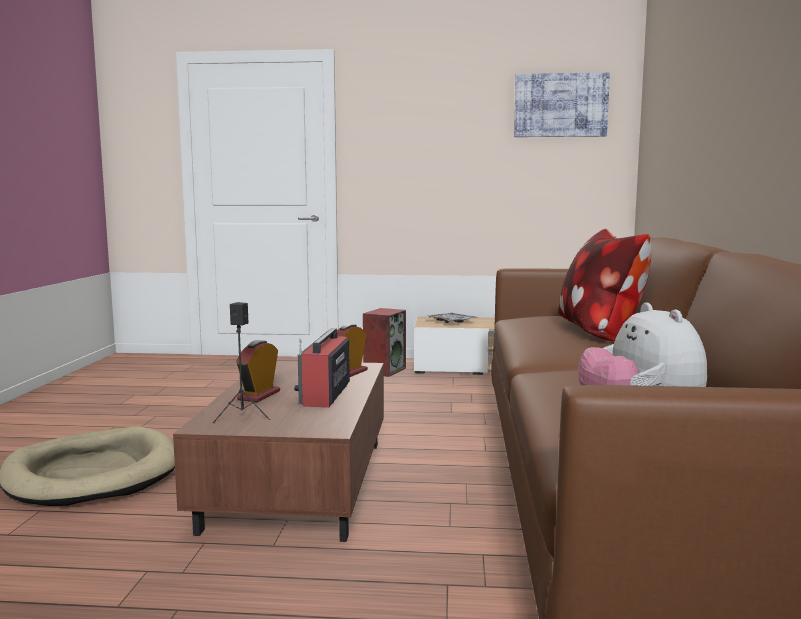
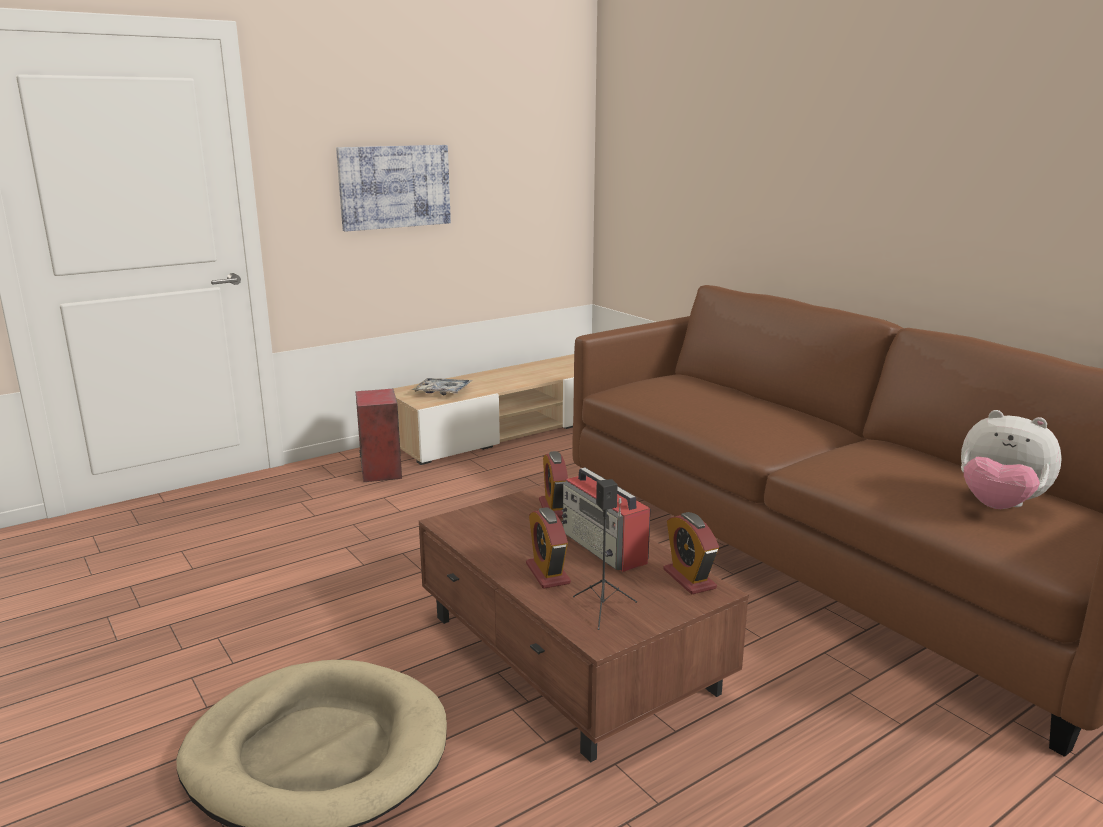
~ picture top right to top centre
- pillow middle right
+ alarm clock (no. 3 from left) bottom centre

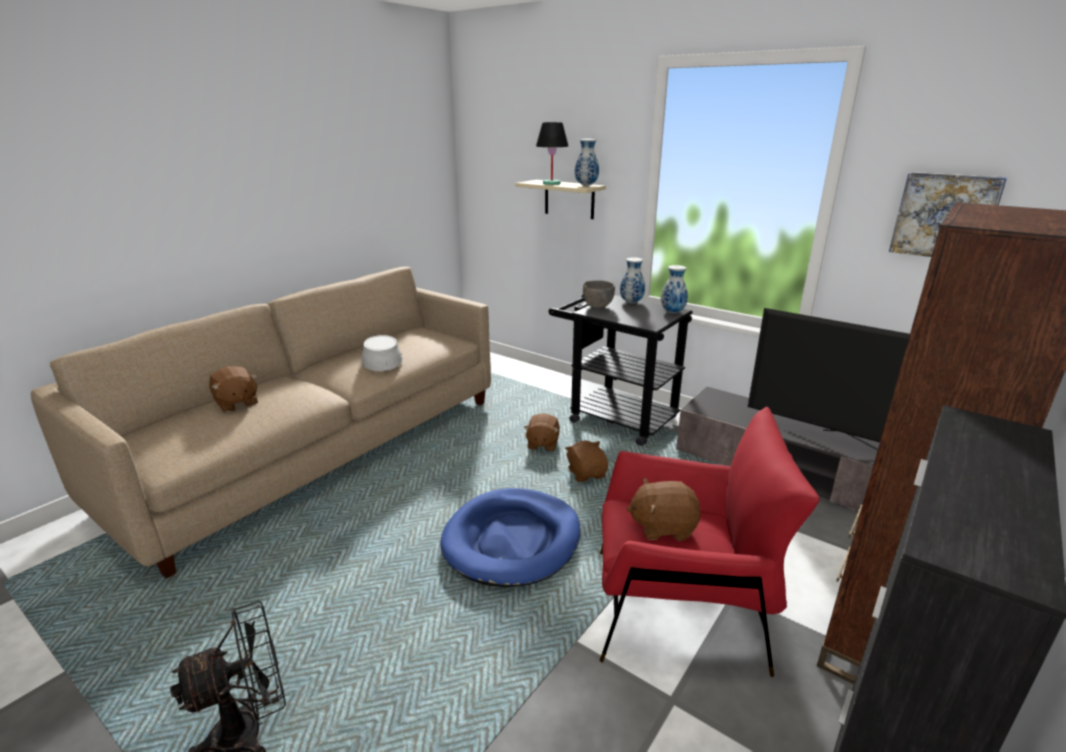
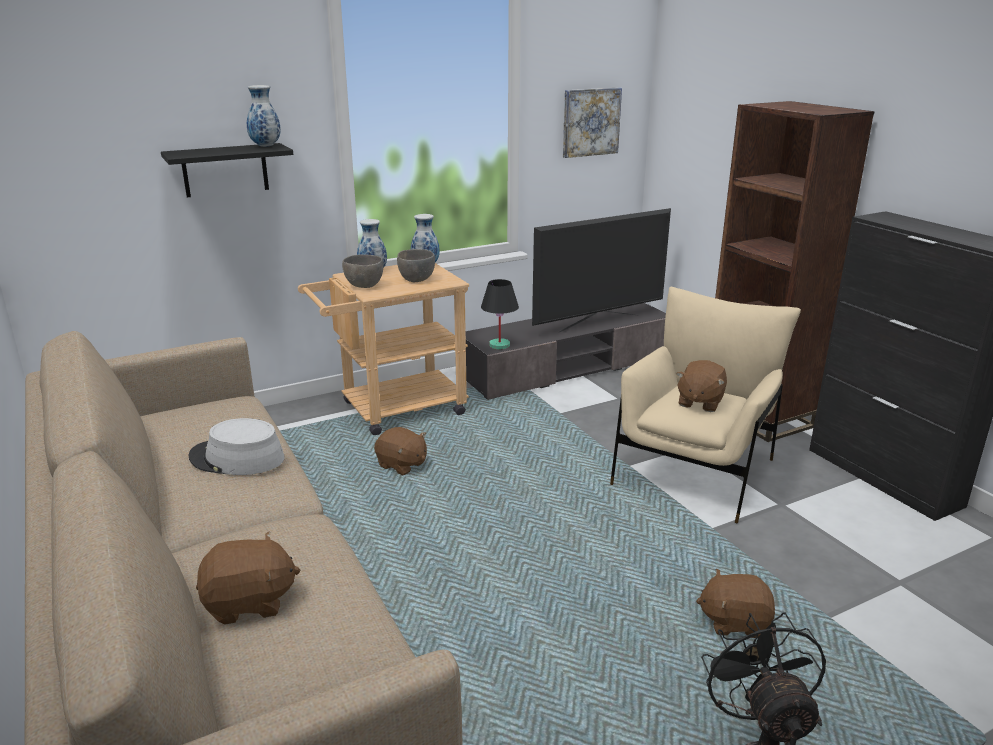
- blue-coloured dog cushion bottom centre
~ sand-coloured wall shelf top centre to black wall shelf top left
~ black tabletop lamp top centre to centre
~ black cart centre to sand-coloured cart centre
~ brown plush toy (no. 3 from left in the first image) centre to brown plush toy (no. 4 from left) bottom right
~ red-coloured lounge chair bottom centre to sand-coloured lounge chair middle right
+ grey bowl (no. 2 from left) centre

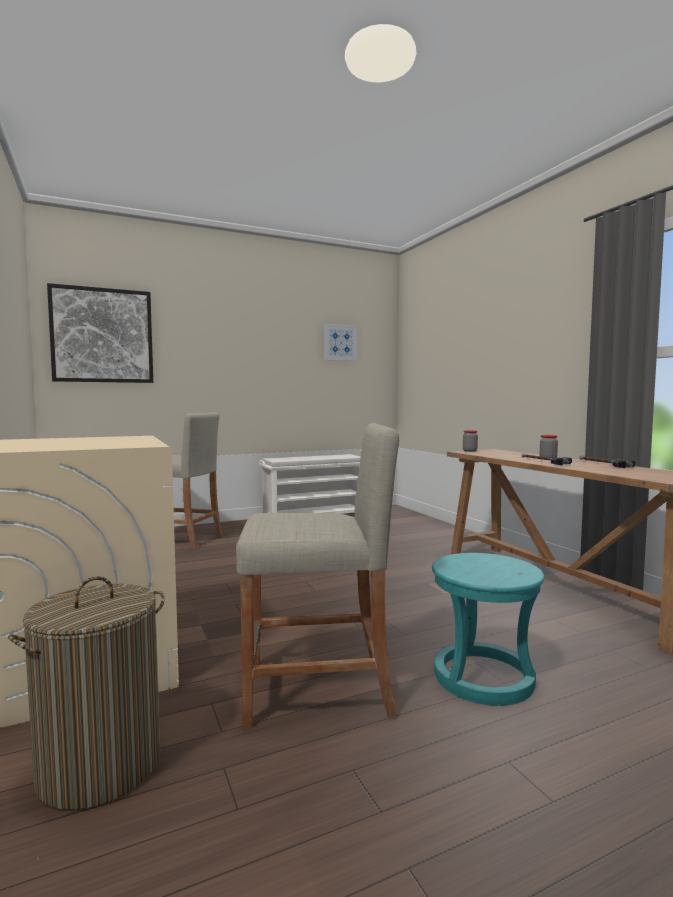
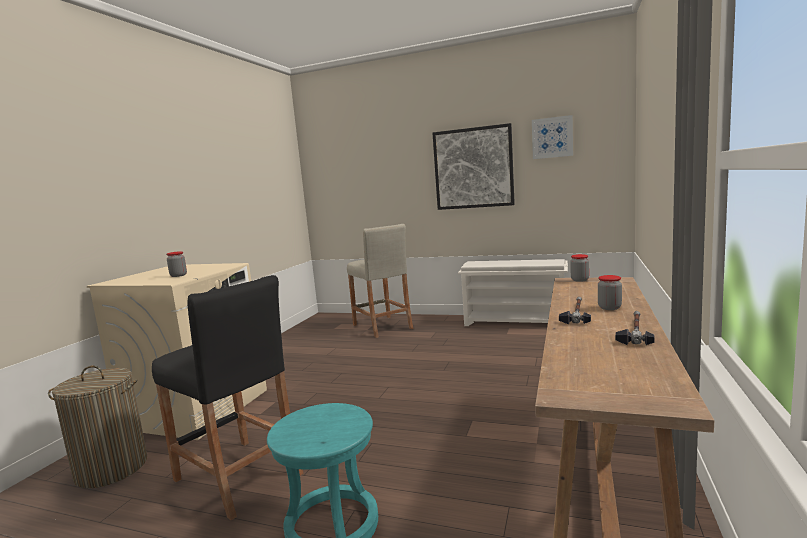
~ picture (no. 1 from left) middle left to top centre
~ sand-coloured stool seat (no. 2 from left) centre to black stool seat bottom left
+ jar (no. 1 from left) middle left

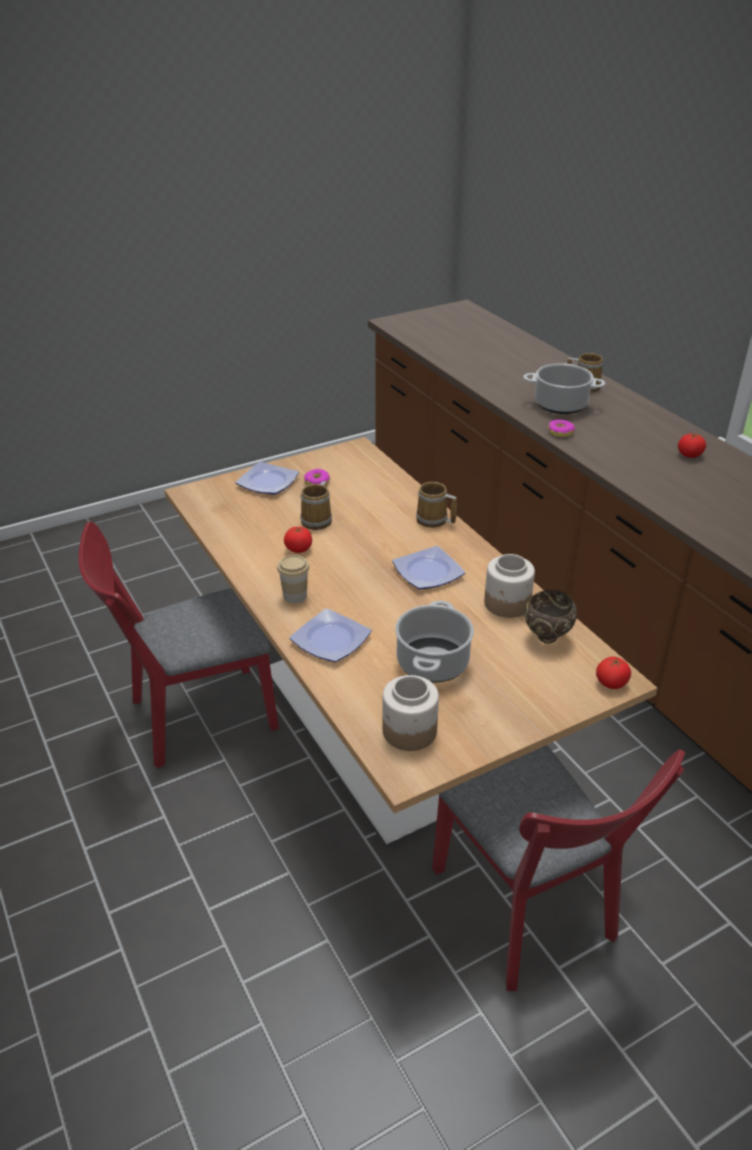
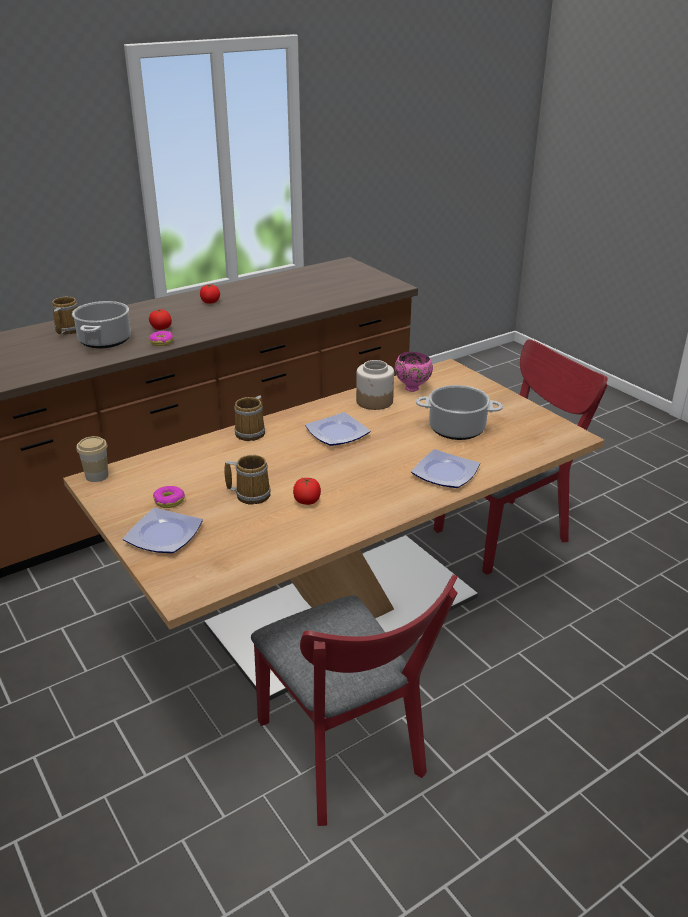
~ cup centre to middle left
- jar (no. 1 from left) centre
~ brown bowl middle right to pink-coloured bowl centre
~ whole tomato (no. 2 from left in the first image) middle right to whole tomato (no. 1 from left) middle left

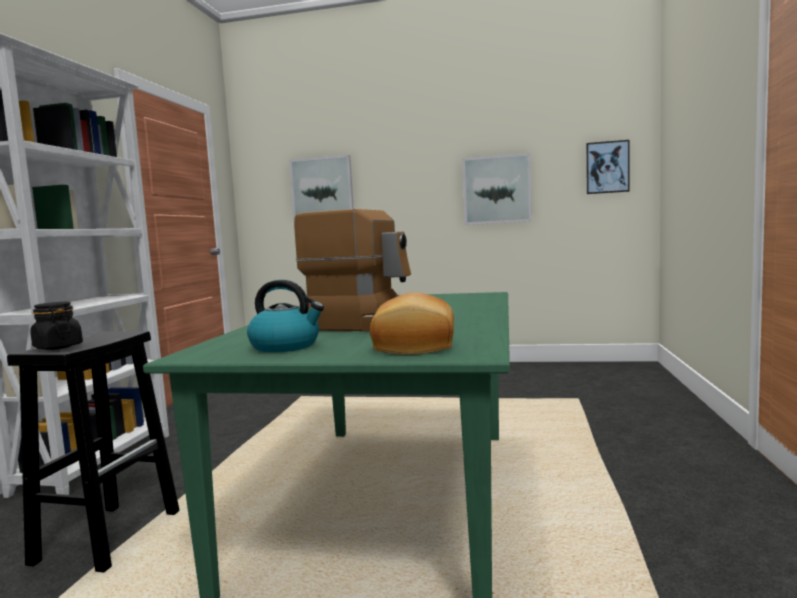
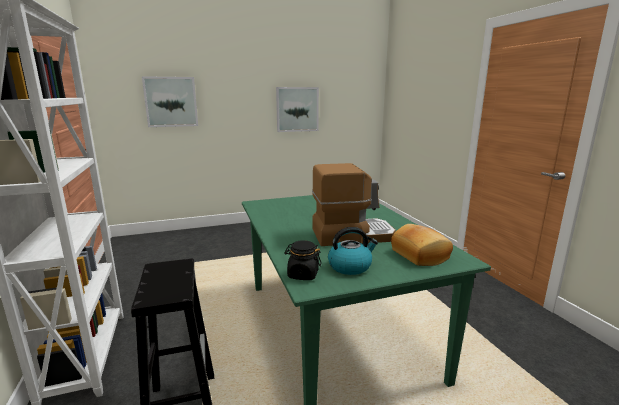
~ black jar middle left to centre
- picture (no. 3 from left) top right

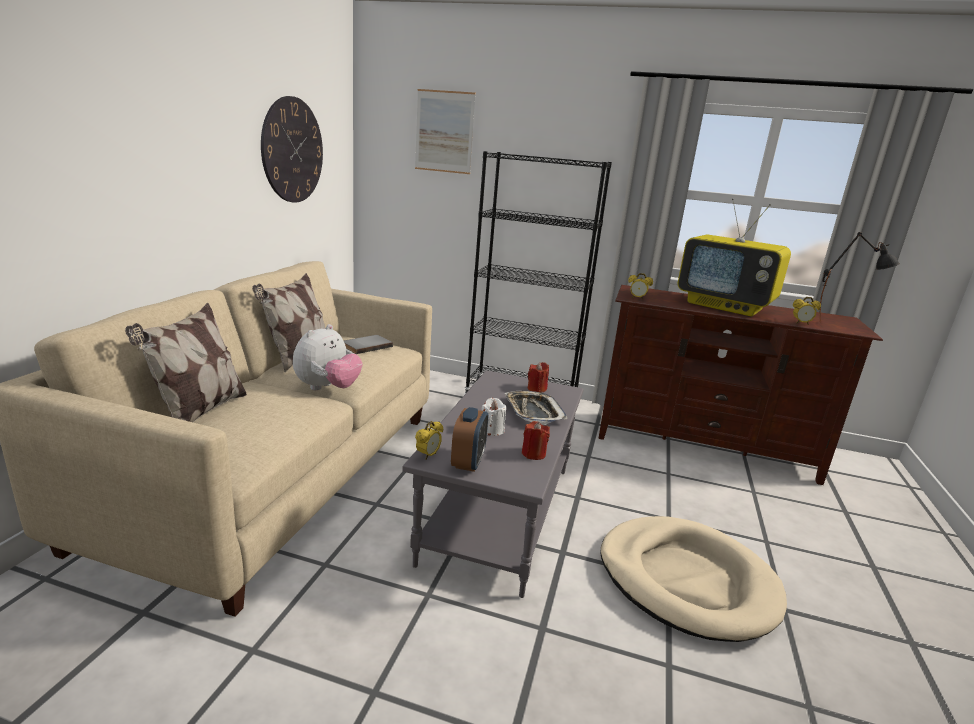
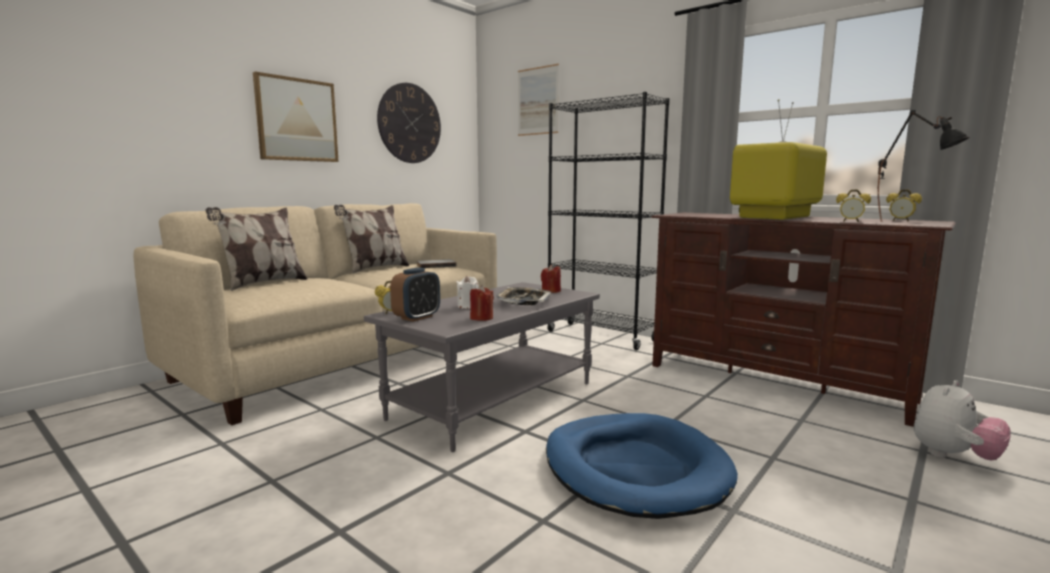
~ plush toy centre to bottom right
~ sand-coloured dog cushion bottom right to blue-coloured dog cushion bottom centre
~ alarm clock (no. 3 from left in the first image) centre to alarm clock (no. 4 from left) middle right
~ television middle right = top right 75 degrees clockwise
+ picture (no. 1 from left) top left

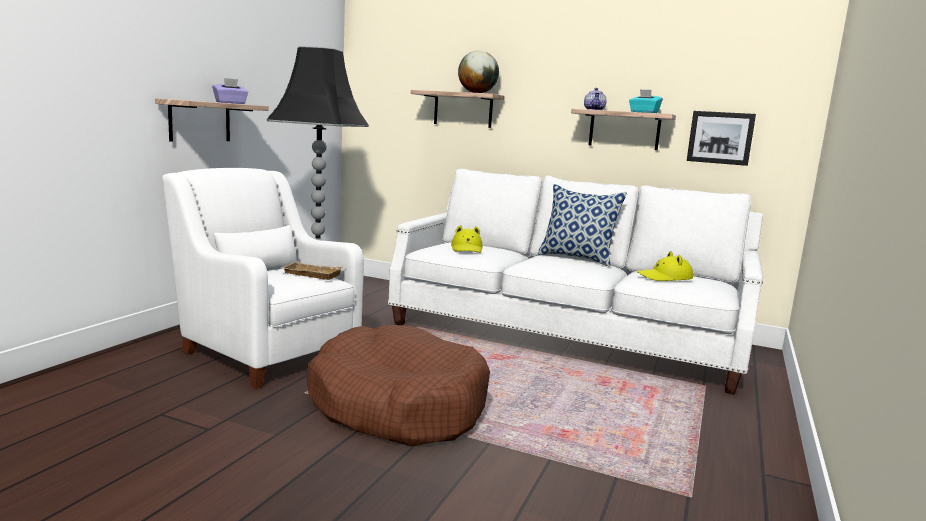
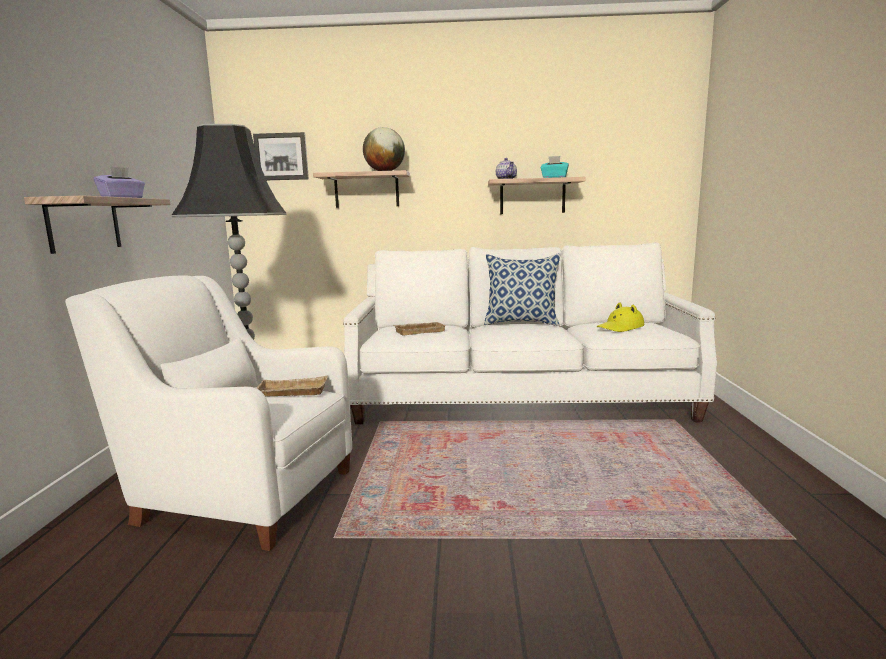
- brown dog cushion bottom centre
~ yellowish clothing hat (no. 1 from left) centre to sand-coloured serving tray (no. 2 from left) centre
~ picture top right to top left

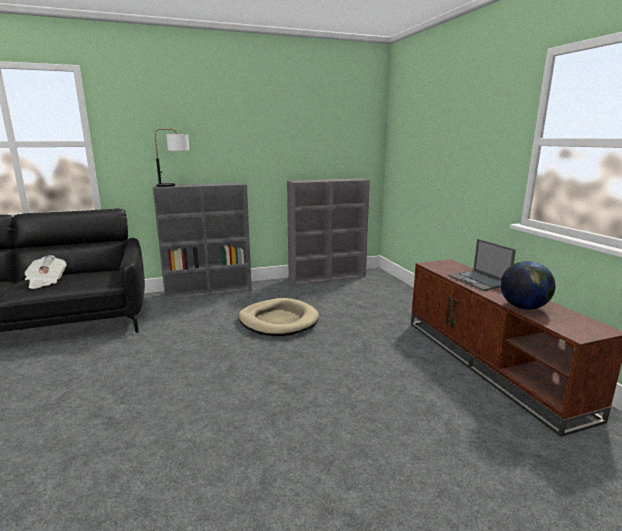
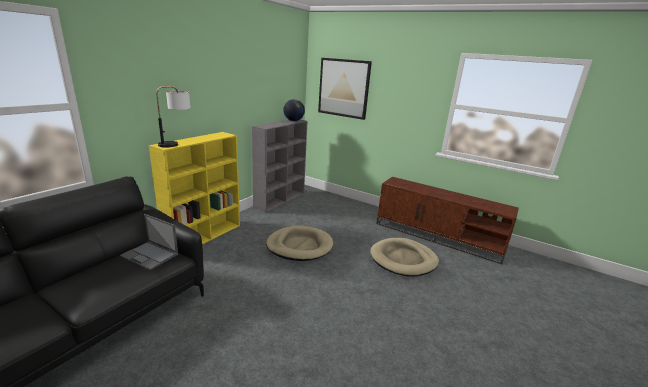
- daily paper middle left
~ grey shelving unit (no. 1 from left) middle left to yellowish shelving unit middle left
~ laptop middle right to middle left
~ globe middle right to top centre
+ picture top centre
+ sand-coloured dog cushion (no. 2 from left) centre

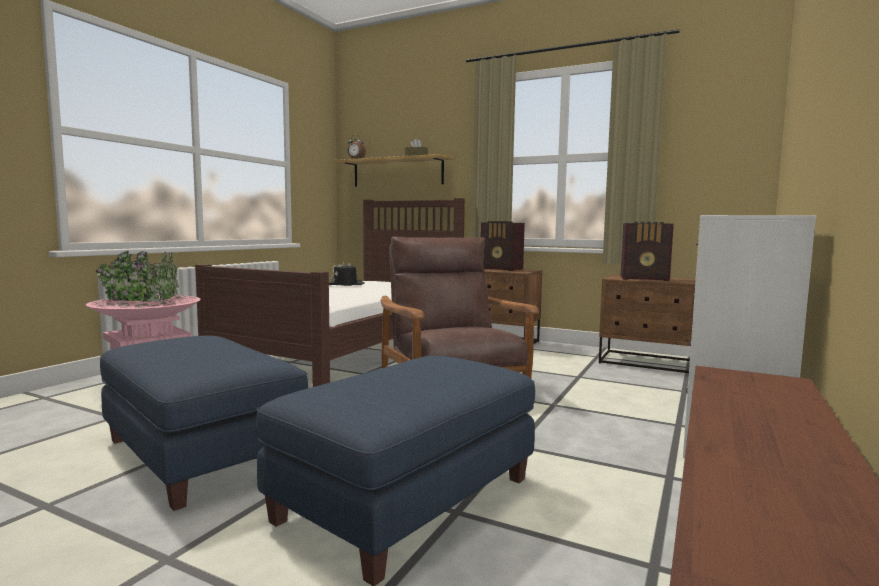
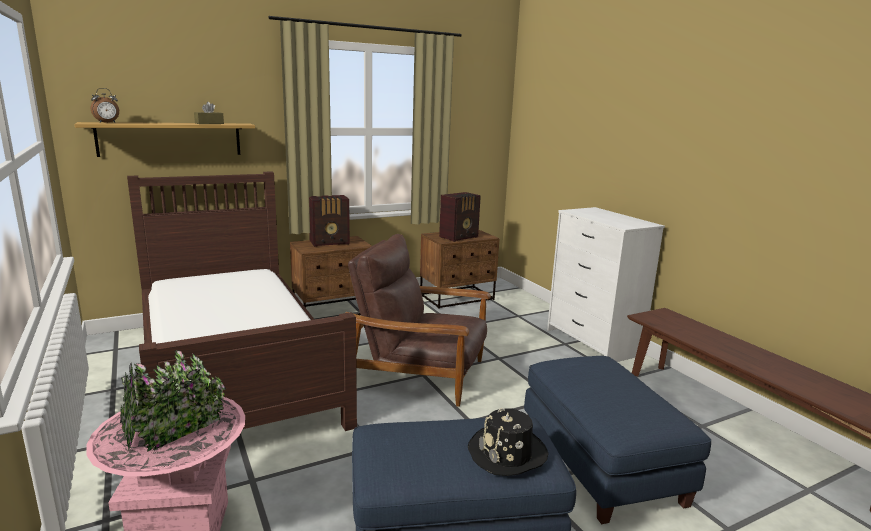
~ black clothing hat centre to bottom centre

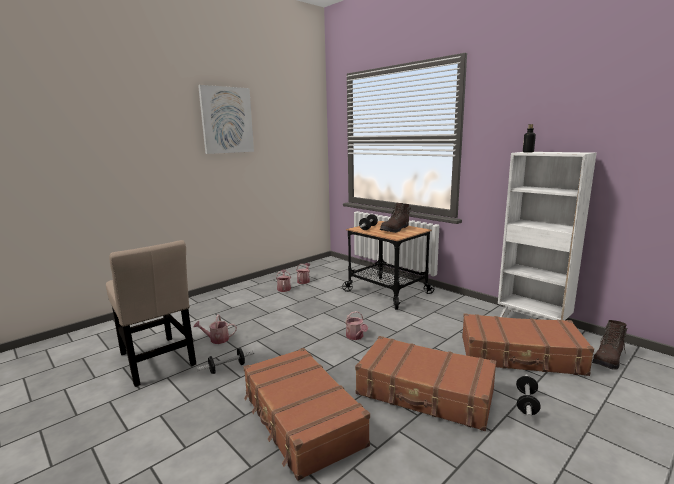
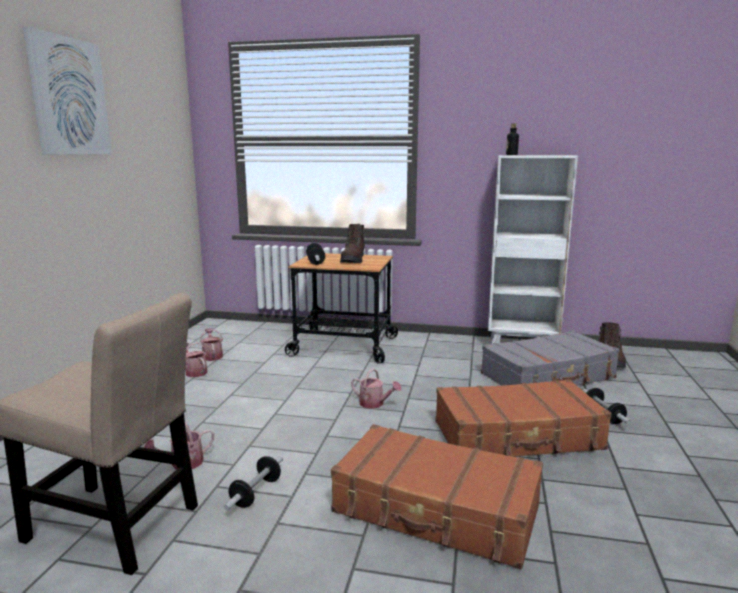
~ brown suitcase (no. 3 from left) bottom right to grey suitcase middle right

